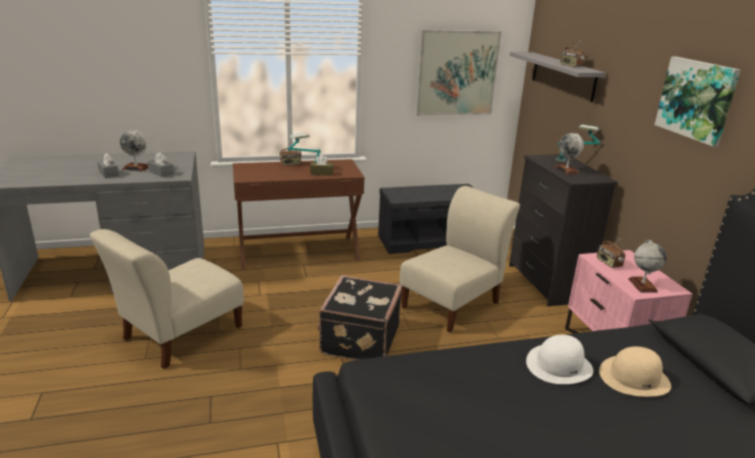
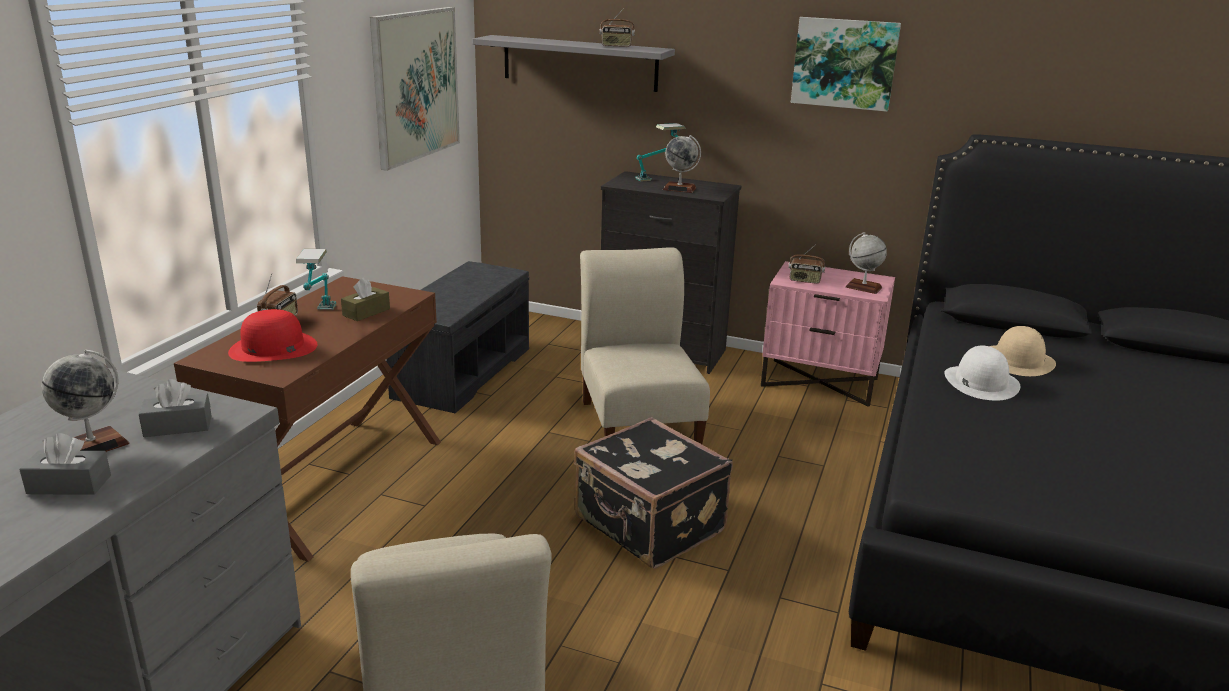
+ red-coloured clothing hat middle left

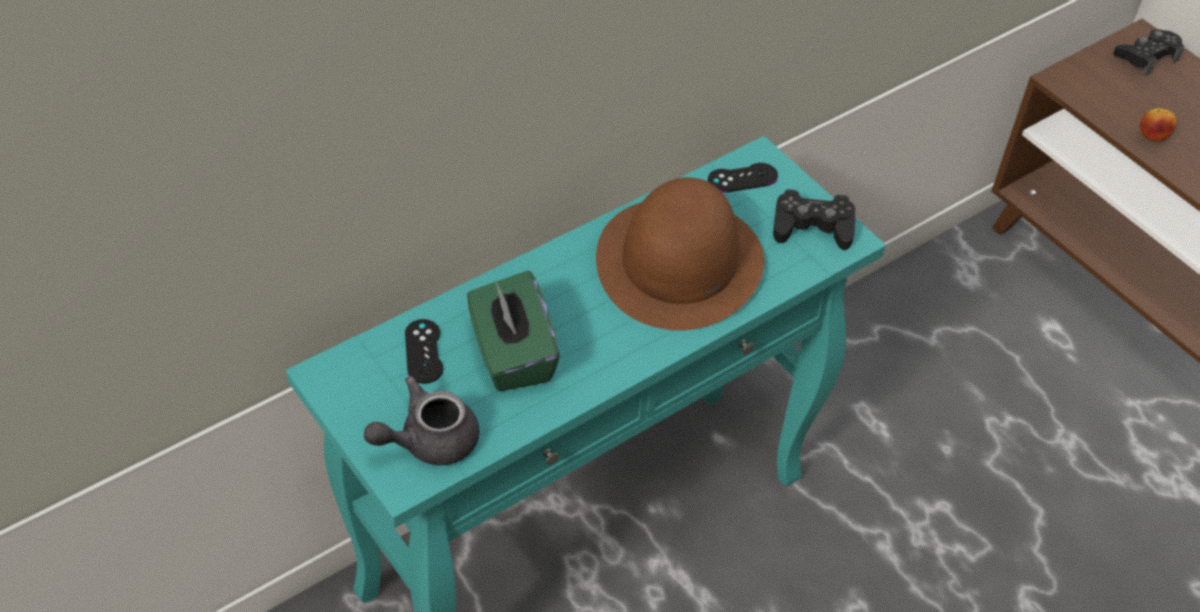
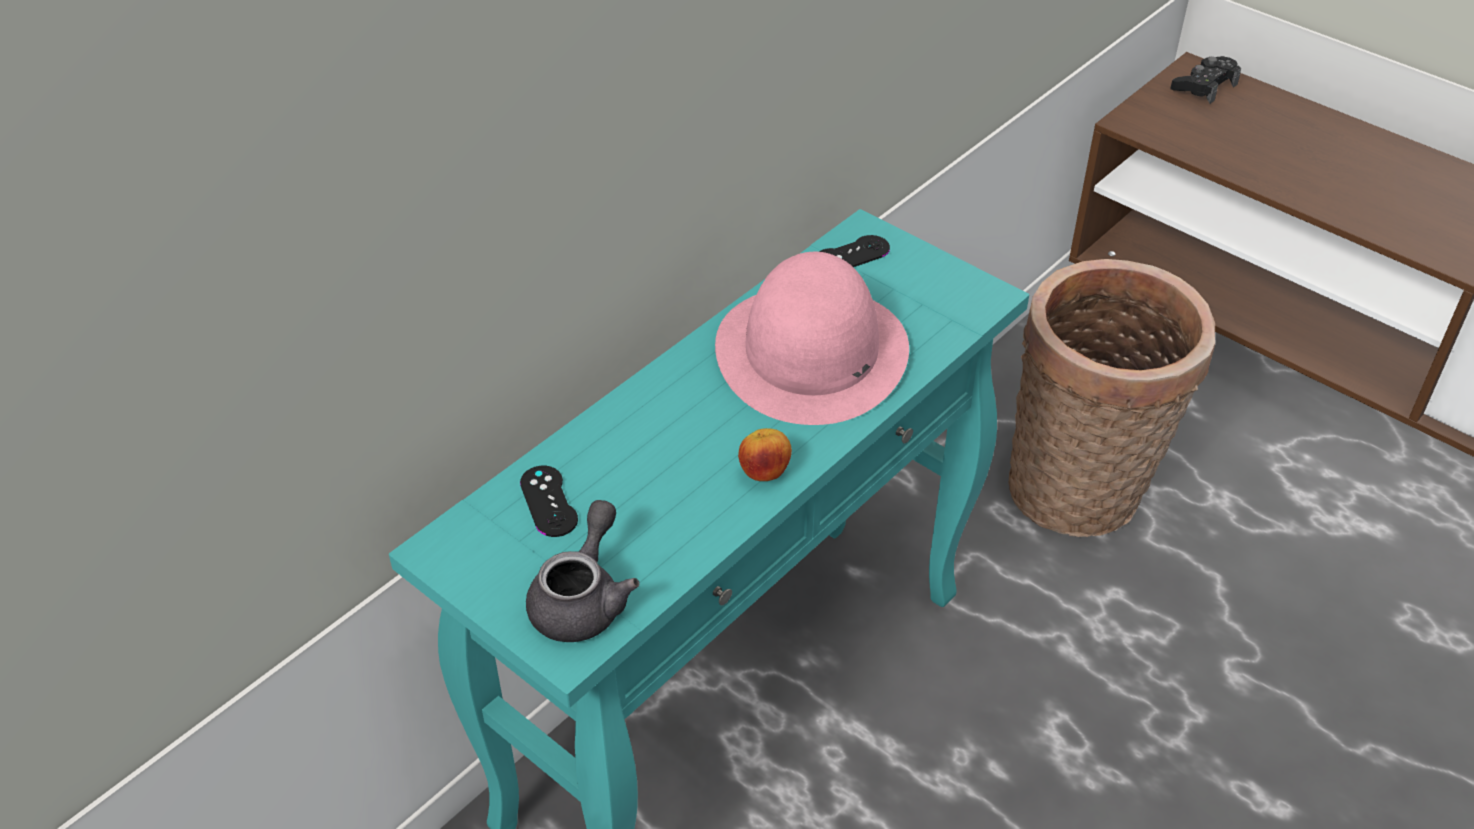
~ grey pot for tea bottom centre = bottom centre 150 degrees clockwise
- green box of tissues centre
~ brown clothing hat centre to pink-coloured clothing hat centre
- black joypad (no. 3 from left) middle right
~ whole apple top right to centre
+ household basket middle right

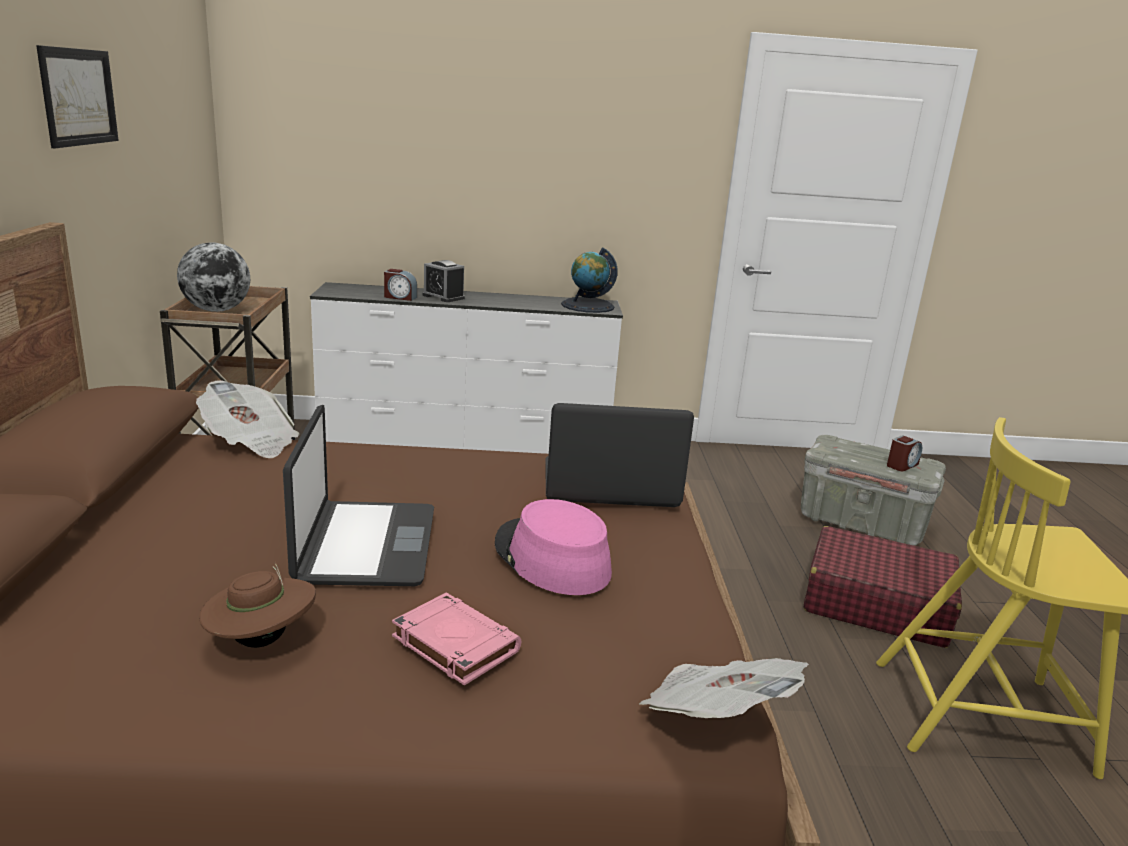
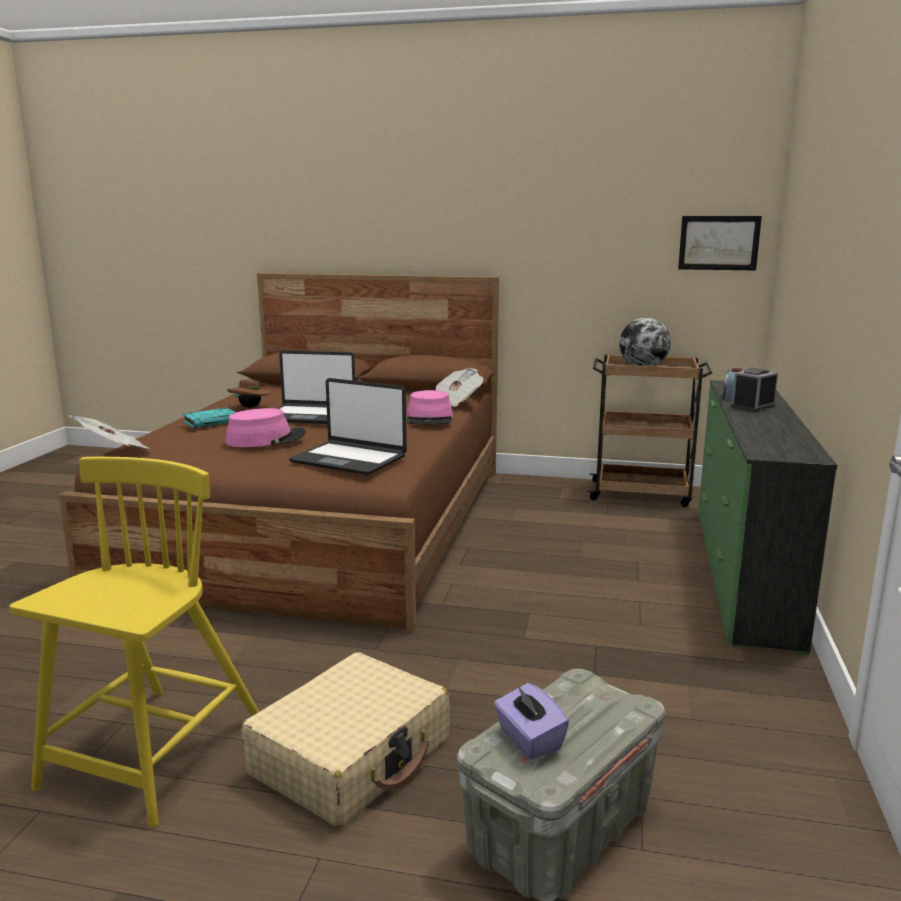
~ picture top left to top right
~ white dresser centre to green dresser middle right
~ pink-coloured volume bottom centre to turquoise volume middle left
~ laptop (no. 2 from left) centre = centre 105 degrees clockwise
- globe (no. 2 from left) top centre
~ red-coloured suitcase bottom right to sand-coloured suitcase bottom centre
~ alarm clock (no. 3 from left) middle right to purple-coloured box of tissues bottom centre
+ pink-coloured clothing hat (no. 2 from left) centre

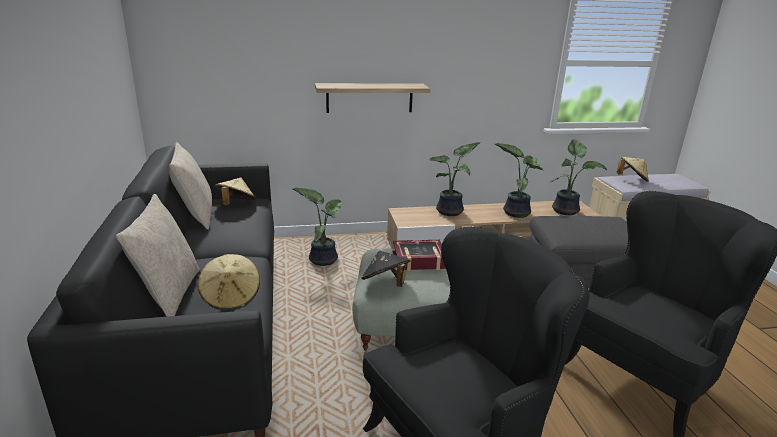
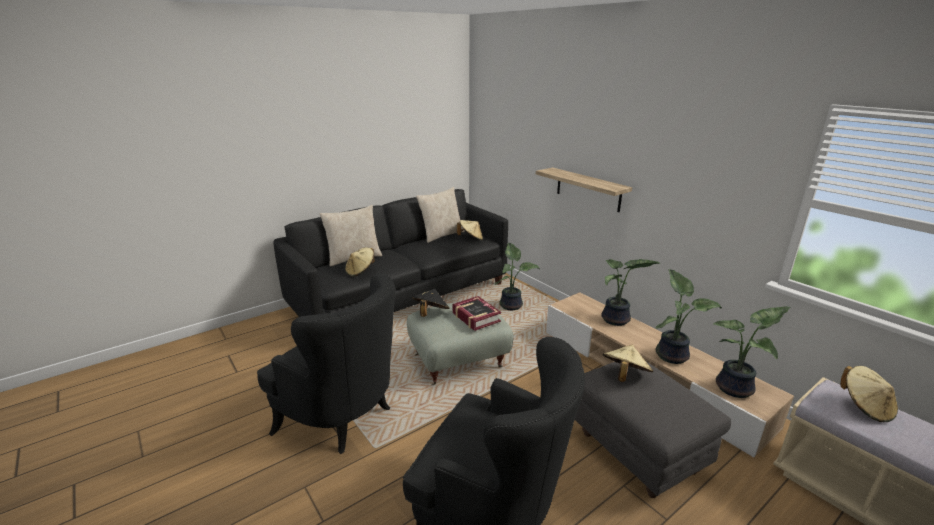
+ sand-coloured clothing hat (no. 3 from left) bottom right

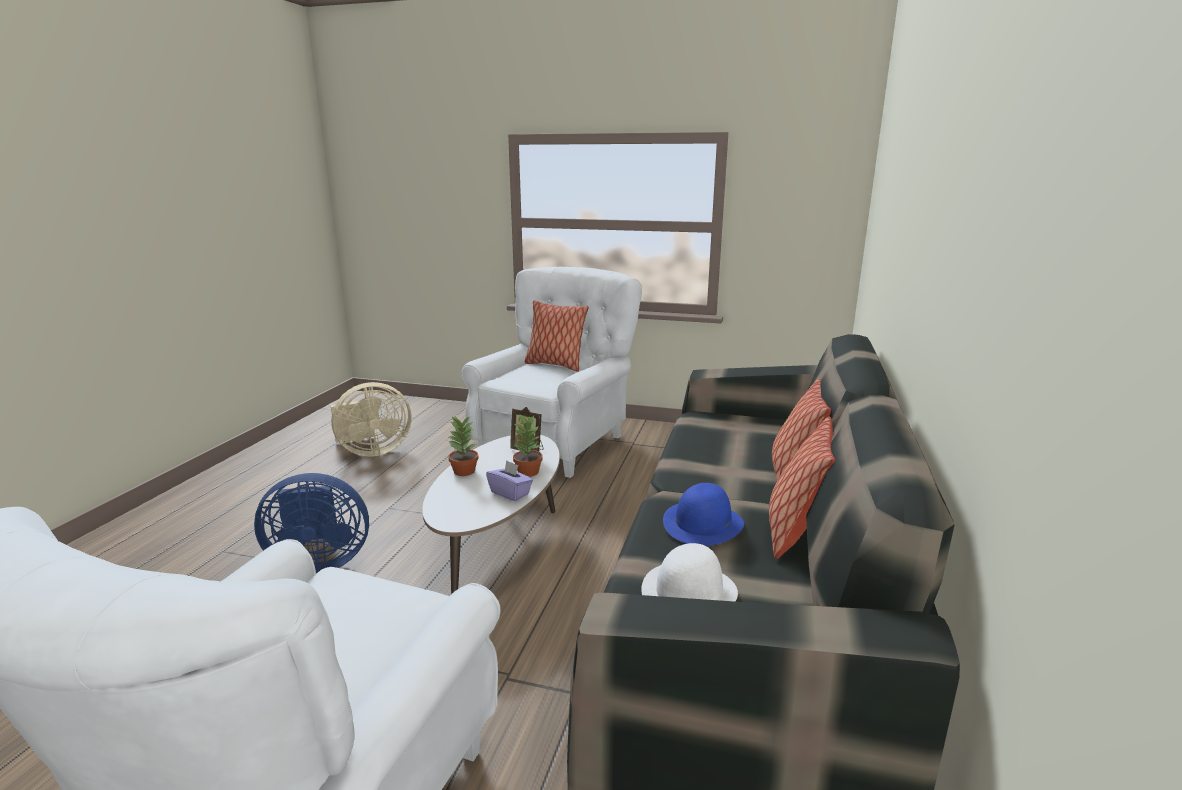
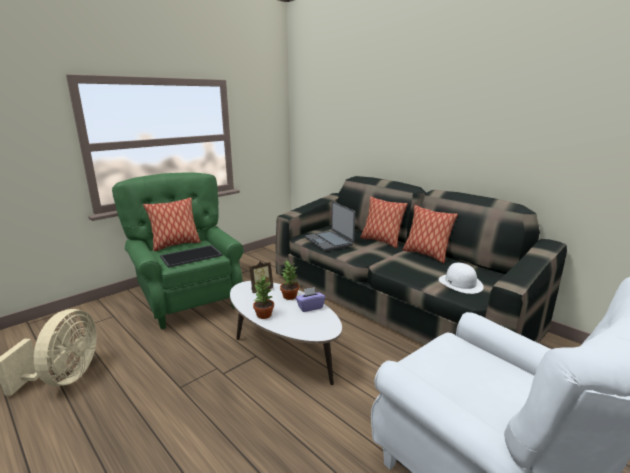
- blue-coloured electric fan middle left
~ white lounge chair (no. 2 from left) centre to green lounge chair middle left
- blue-coloured clothing hat centre
+ serving tray middle left
+ laptop centre

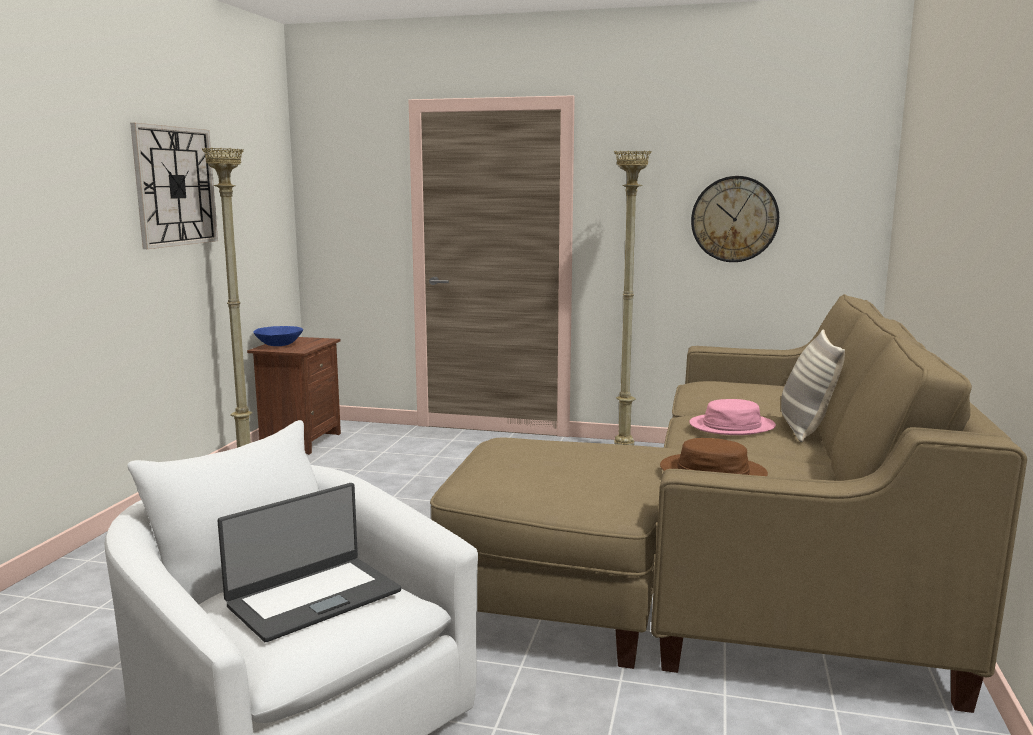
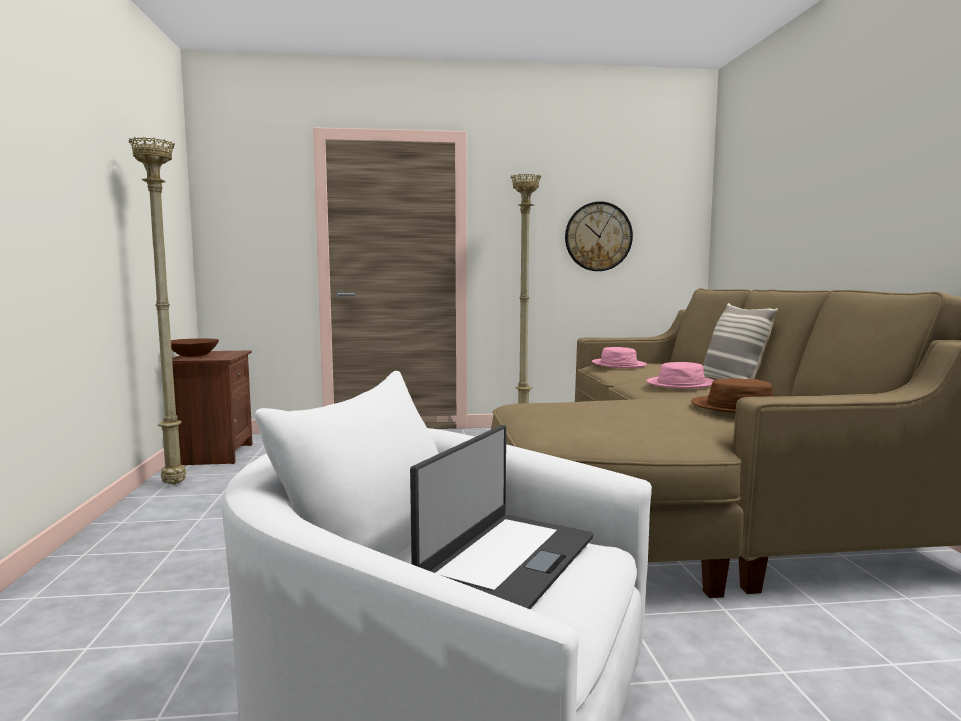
- clock on the wall (no. 1 from left) top left
~ blue-coloured bowl middle left to brown bowl middle left
+ pink-coloured clothing hat (no. 1 from left) centre

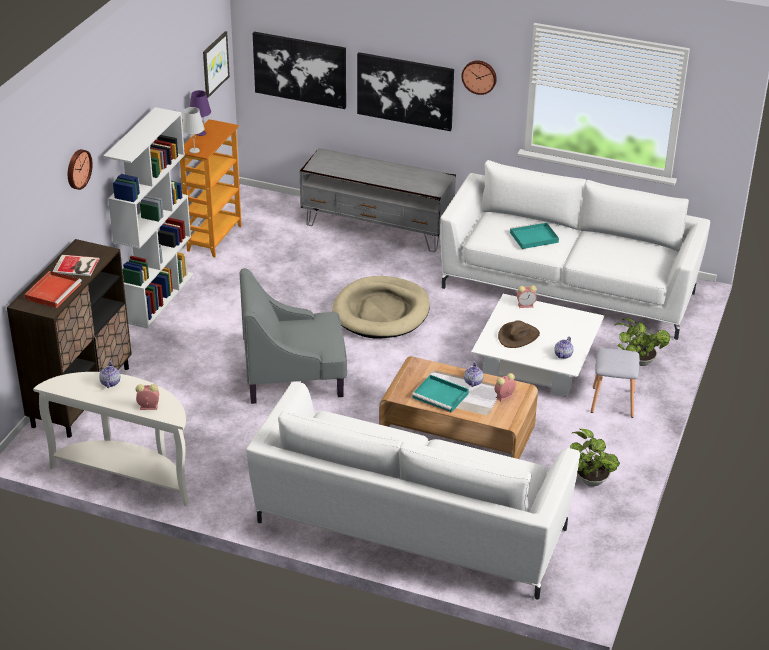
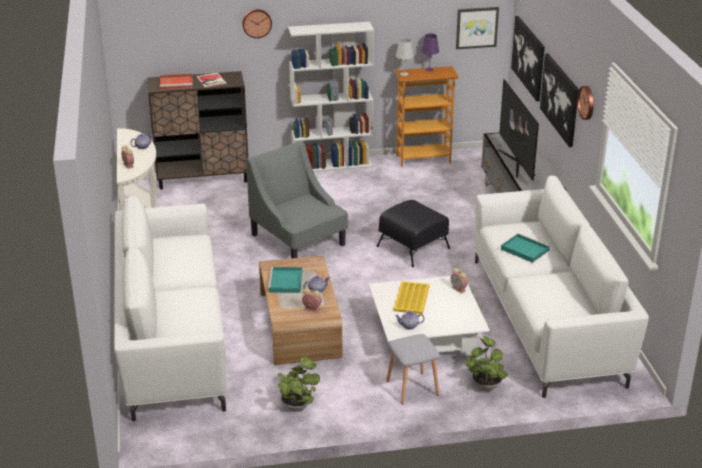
~ sand-coloured dog cushion centre to black footrest centre
~ brown clothing hat middle right to yellowish serving tray centre
+ television top right

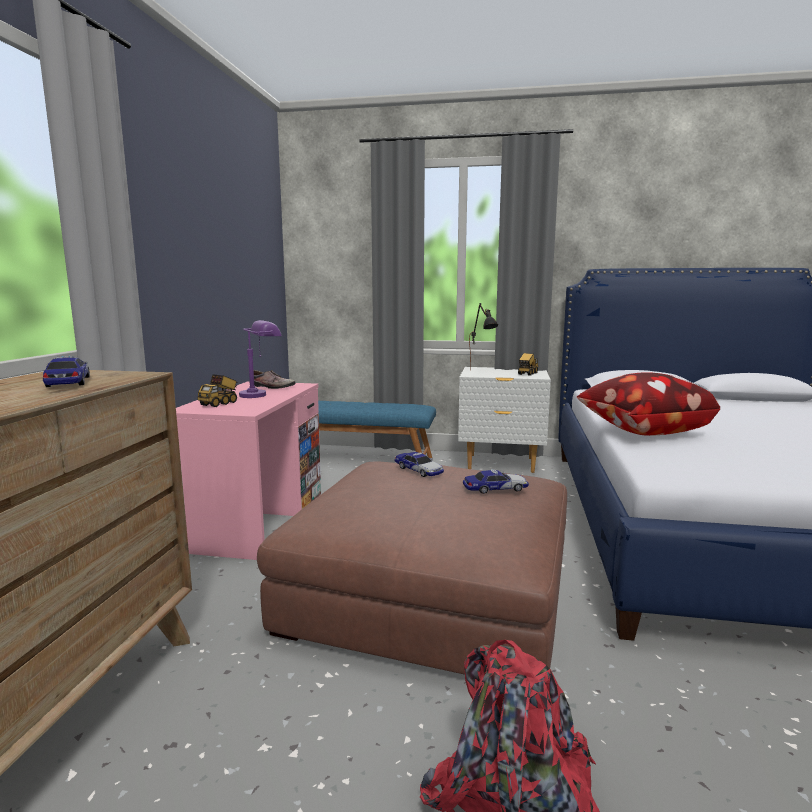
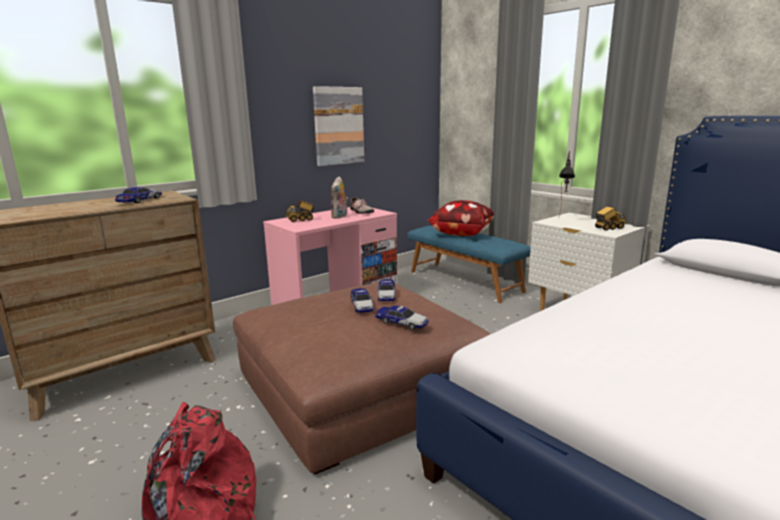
~ purple-coloured tabletop lamp middle left to plush toy centre
~ pillow middle right to centre
+ picture top centre
+ model car (no. 2 from left) centre

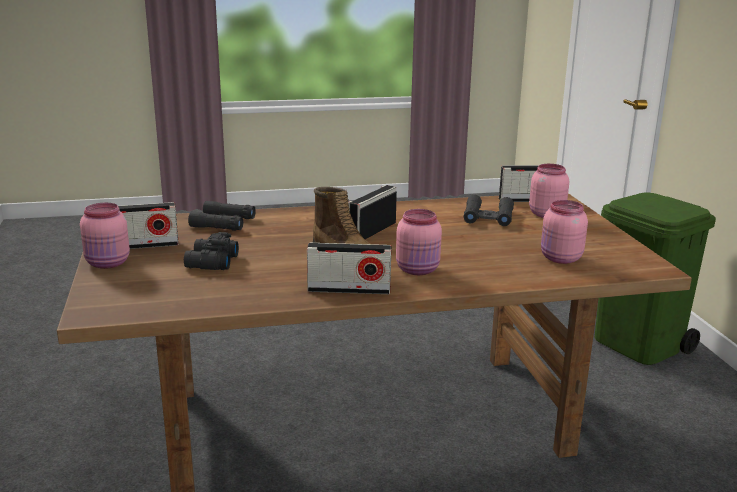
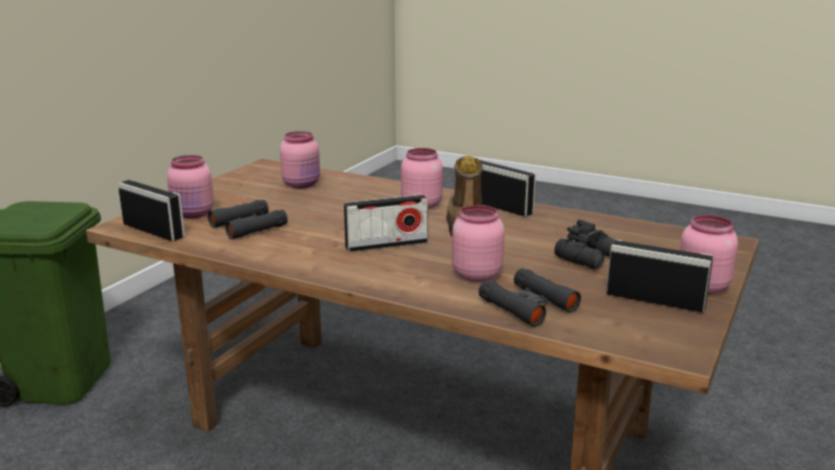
+ pink-coloured jar (no. 4 from left) centre

